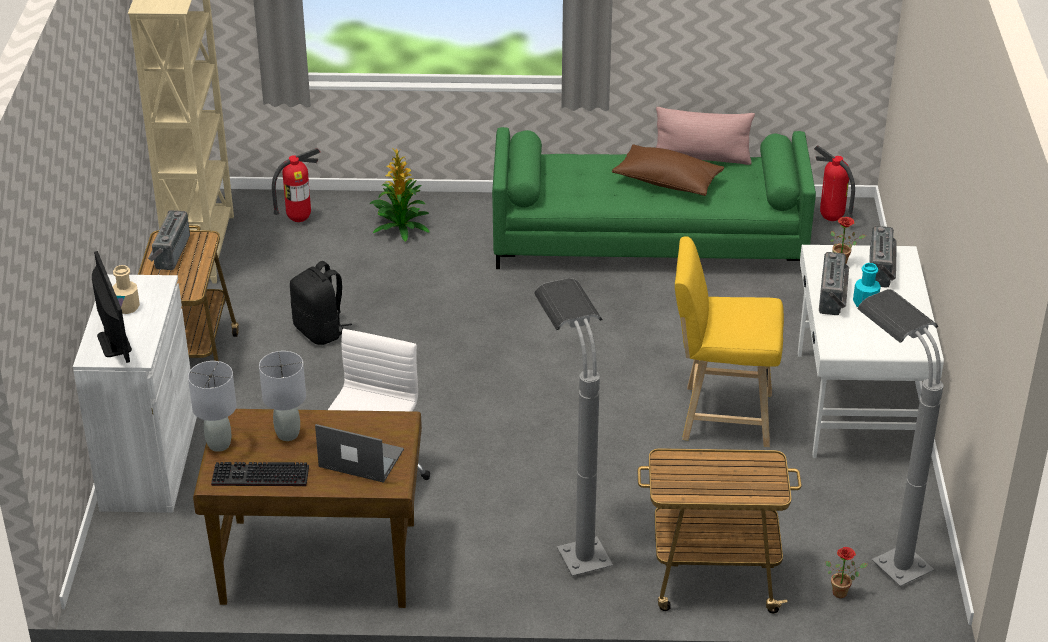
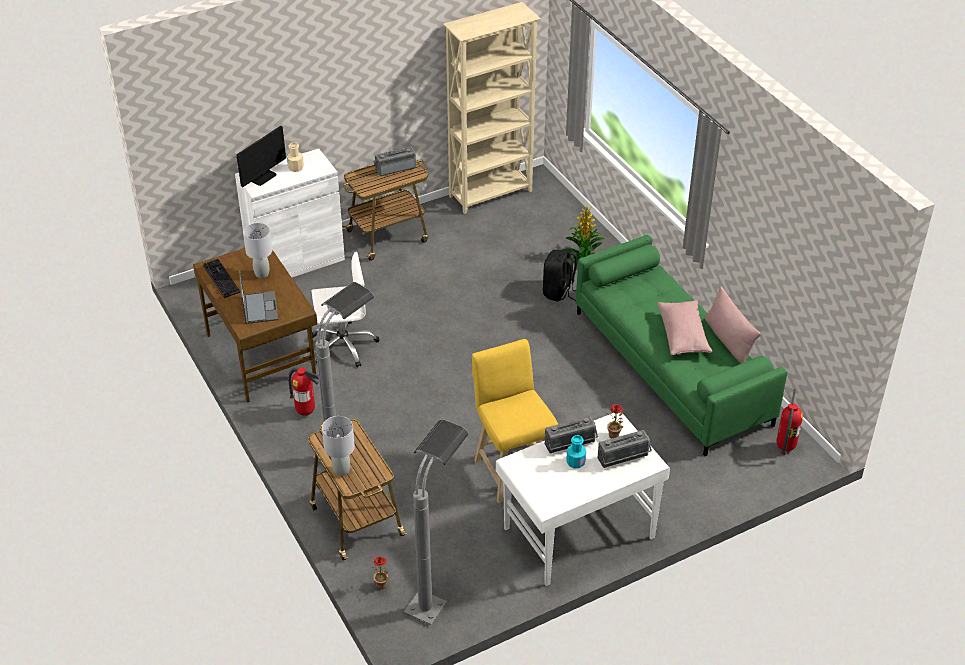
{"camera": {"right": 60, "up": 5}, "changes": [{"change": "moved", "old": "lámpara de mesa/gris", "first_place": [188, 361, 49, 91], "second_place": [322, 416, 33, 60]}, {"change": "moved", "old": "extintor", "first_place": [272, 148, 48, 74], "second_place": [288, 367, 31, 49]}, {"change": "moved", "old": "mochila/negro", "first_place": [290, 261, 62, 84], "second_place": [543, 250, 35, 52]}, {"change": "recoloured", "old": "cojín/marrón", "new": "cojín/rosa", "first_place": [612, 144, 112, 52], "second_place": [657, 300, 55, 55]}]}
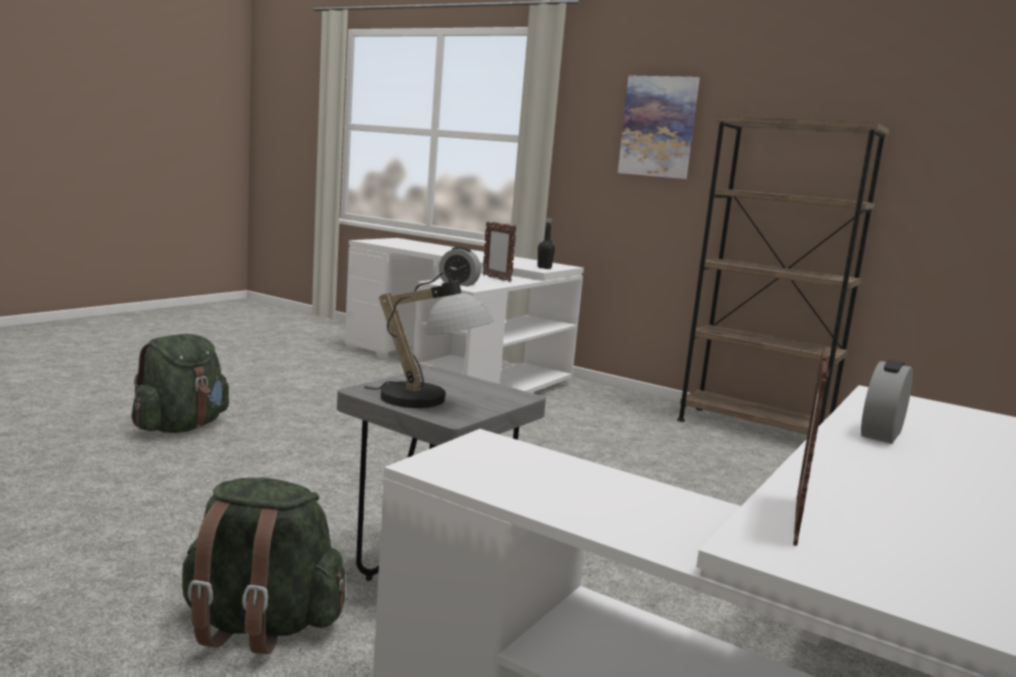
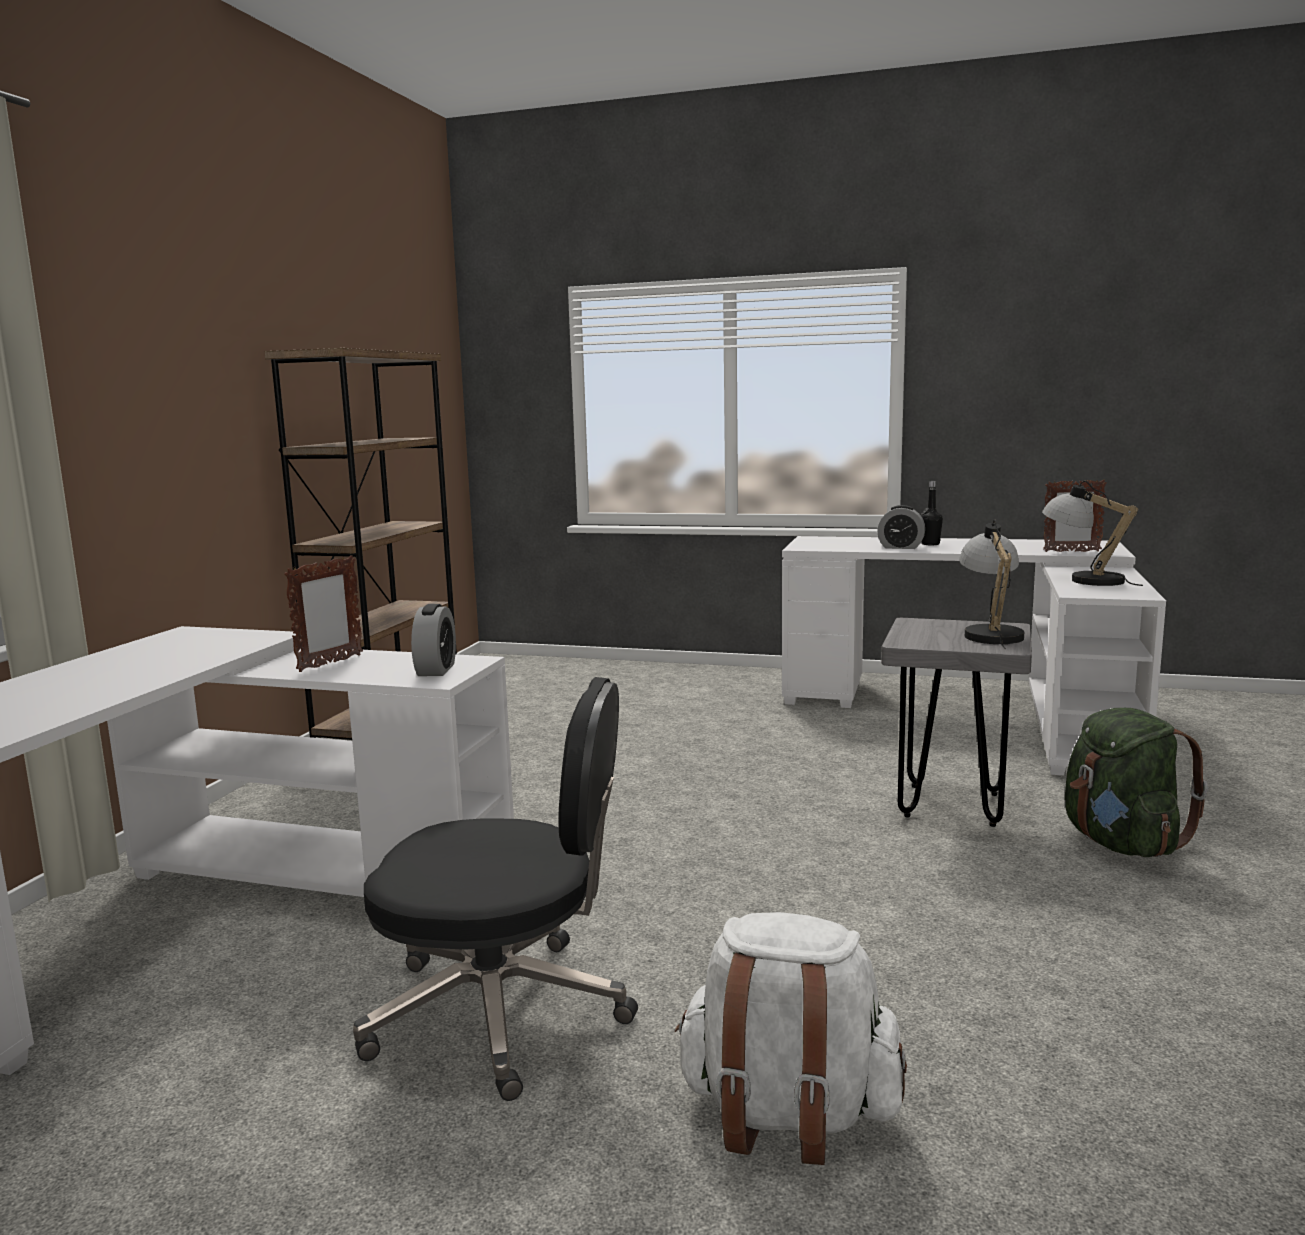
{"camera": {"right": -105, "up": 0}, "changes": [{"change": "removed", "old": "cuadro", "first_place": [618, 75, 82, 104]}, {"change": "added", "new": "silla de oficina/negro", "second_place": [353, 677, 285, 424]}, {"change": "added", "new": "lámpara de mesa", "second_place": [1042, 481, 101, 105]}, {"change": "moved", "old": "botella/negro", "first_place": [538, 218, 17, 51], "second_place": [921, 481, 22, 64]}, {"change": "recoloured", "old": "mochila/verde", "new": "mochila/blanco", "first_place": [131, 334, 98, 99], "second_place": [675, 912, 232, 253]}]}
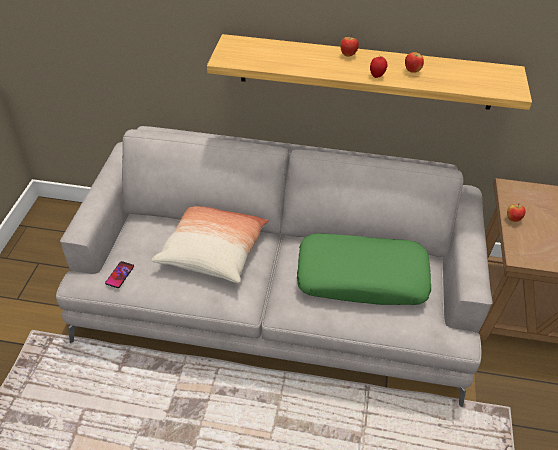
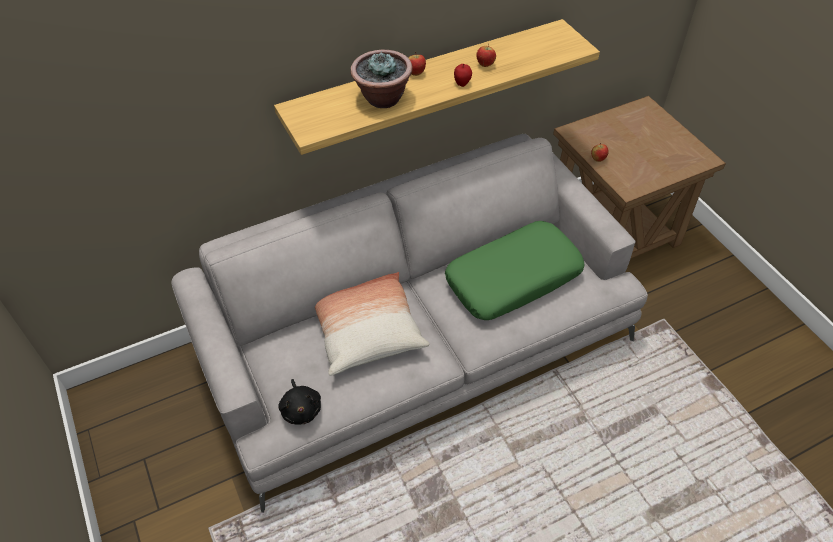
{"camera": {"right": -35, "up": 5}, "changes": [{"change": "added", "new": "planta en maceta", "second_place": [351, 50, 62, 58]}, {"change": "replaced", "old": "móvil", "new": "peluche/negro", "first_place": [105, 261, 29, 27], "second_place": [278, 379, 43, 46]}]}
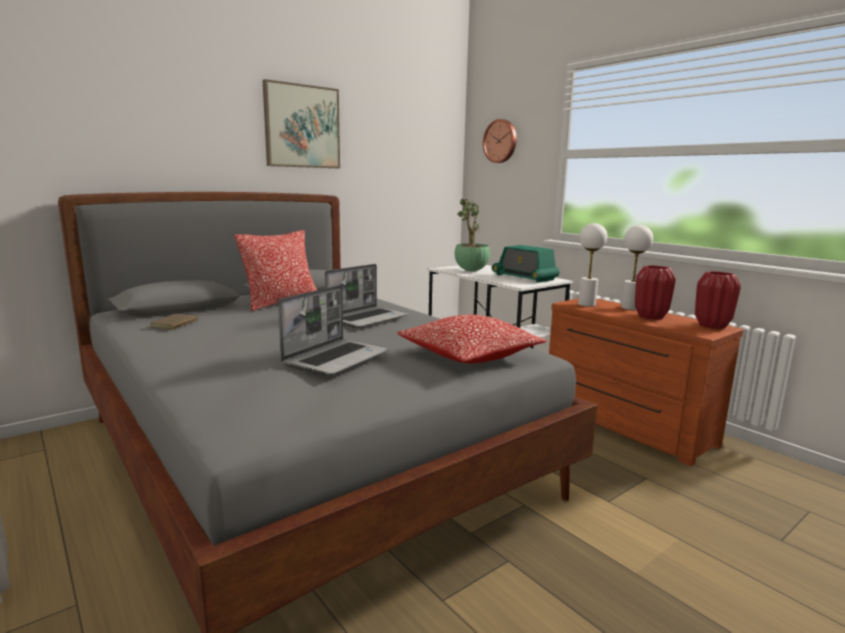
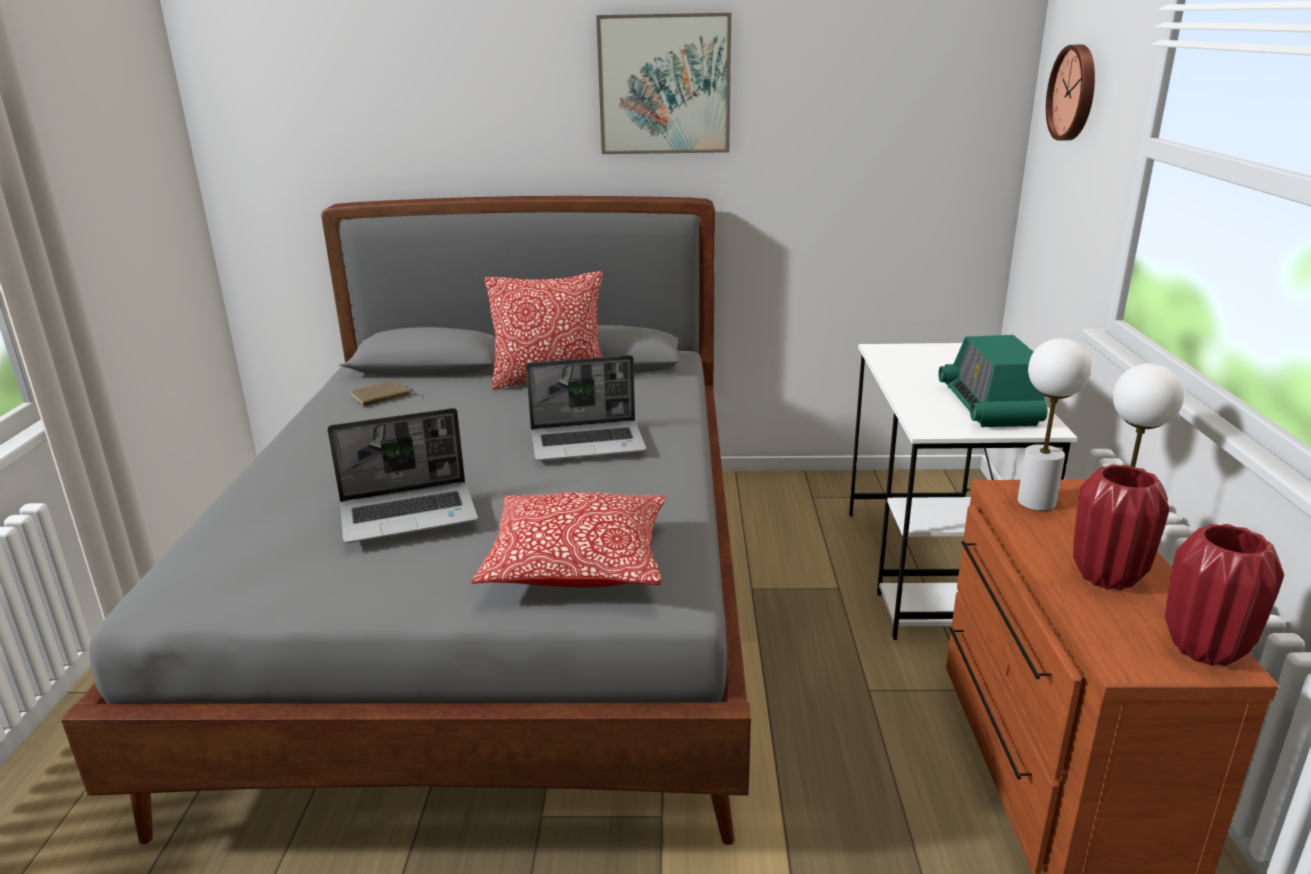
{"camera": {"right": 40, "up": 10}, "changes": [{"change": "removed", "old": "planta en maceta", "first_place": [455, 199, 35, 72]}]}
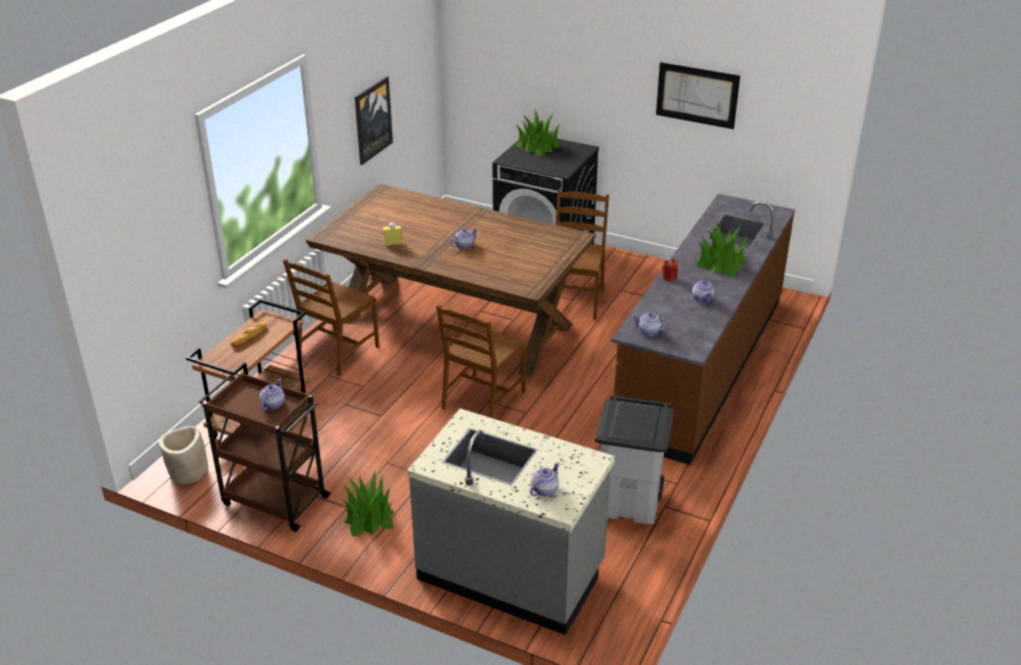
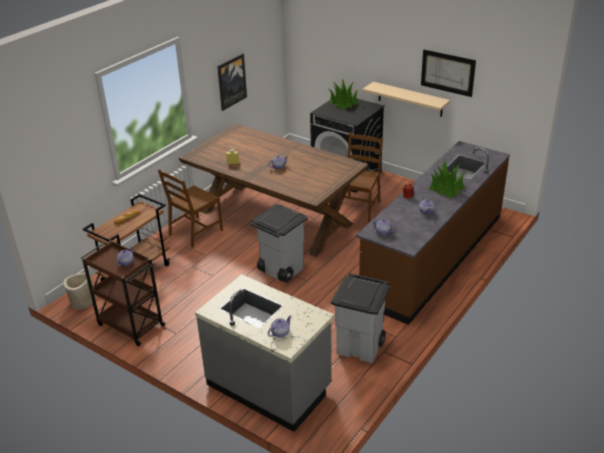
{"camera": {"right": 10, "up": 0}, "changes": [{"change": "removed", "old": "planta en maceta", "first_place": [343, 469, 51, 68]}, {"change": "added", "new": "estante/beis", "second_place": [363, 82, 87, 35]}, {"change": "replaced", "old": "silla/marrón", "new": "papelera/gris", "first_place": [436, 305, 90, 113], "second_place": [250, 204, 58, 79]}]}
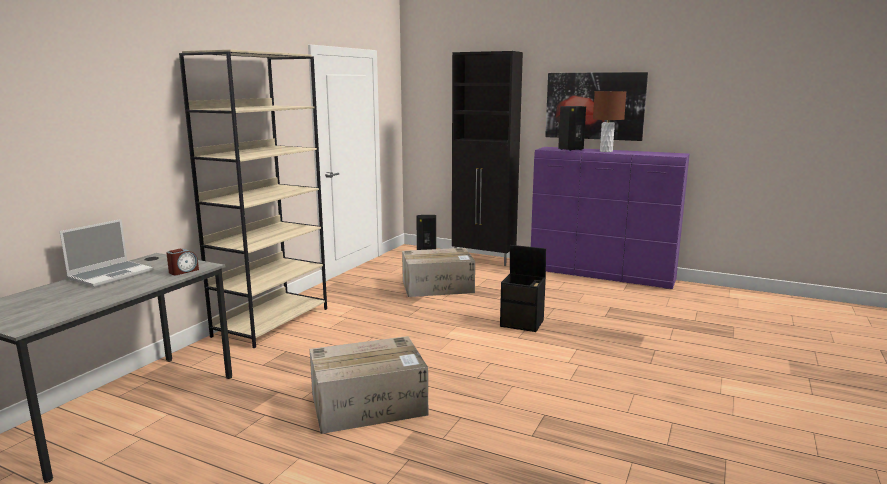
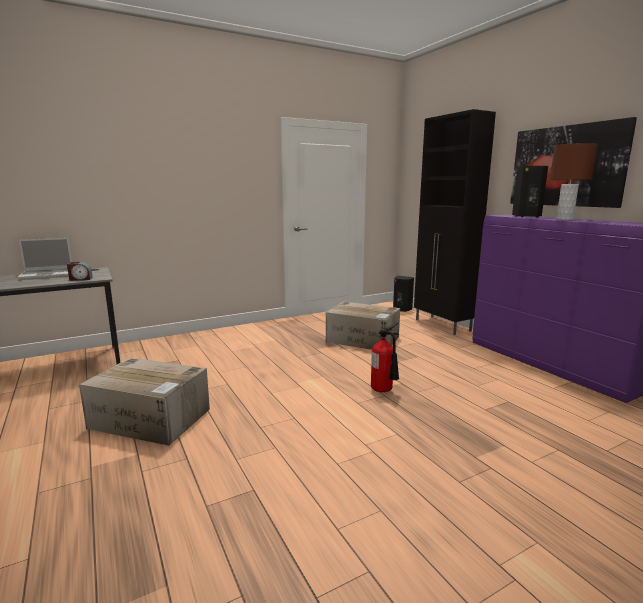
{"camera": {"right": 35, "up": 0}, "changes": [{"change": "removed", "old": "estantería/beis", "first_place": [179, 49, 148, 299]}, {"change": "replaced", "old": "caja de almacenaje/negro", "new": "extintor", "first_place": [500, 245, 46, 87], "second_place": [371, 322, 28, 70]}]}
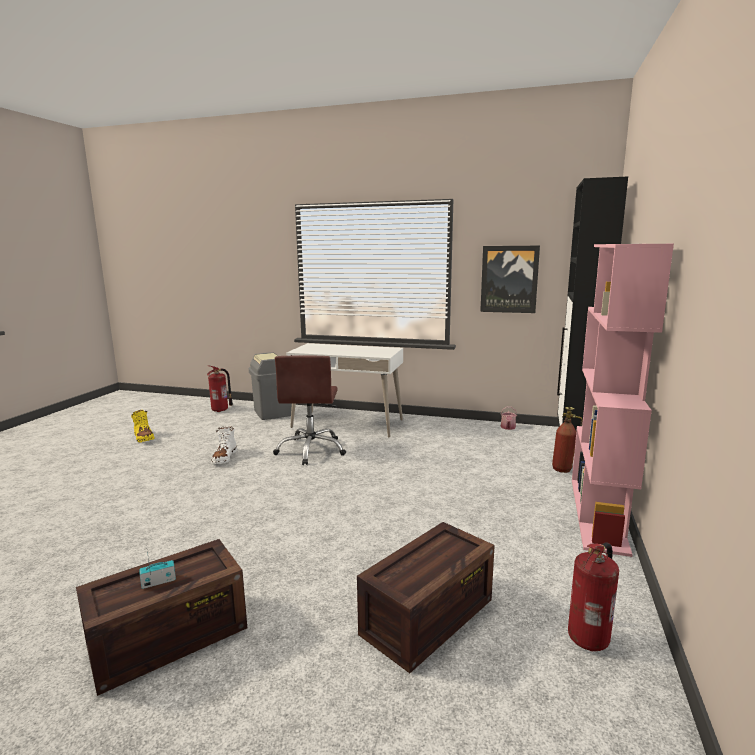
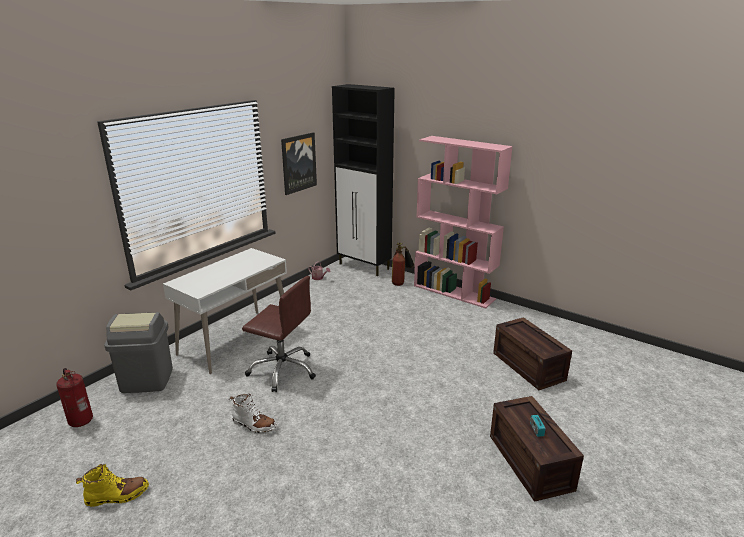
{"camera": {"right": -70, "up": 10}, "changes": [{"change": "removed", "old": "extintor", "first_place": [568, 542, 51, 110]}]}
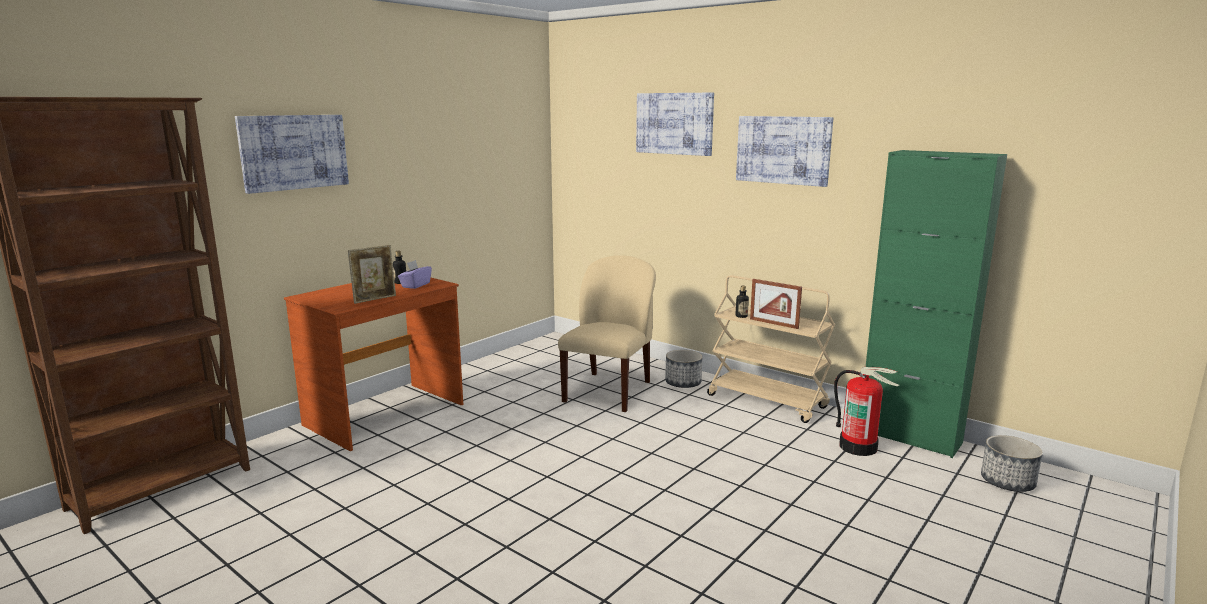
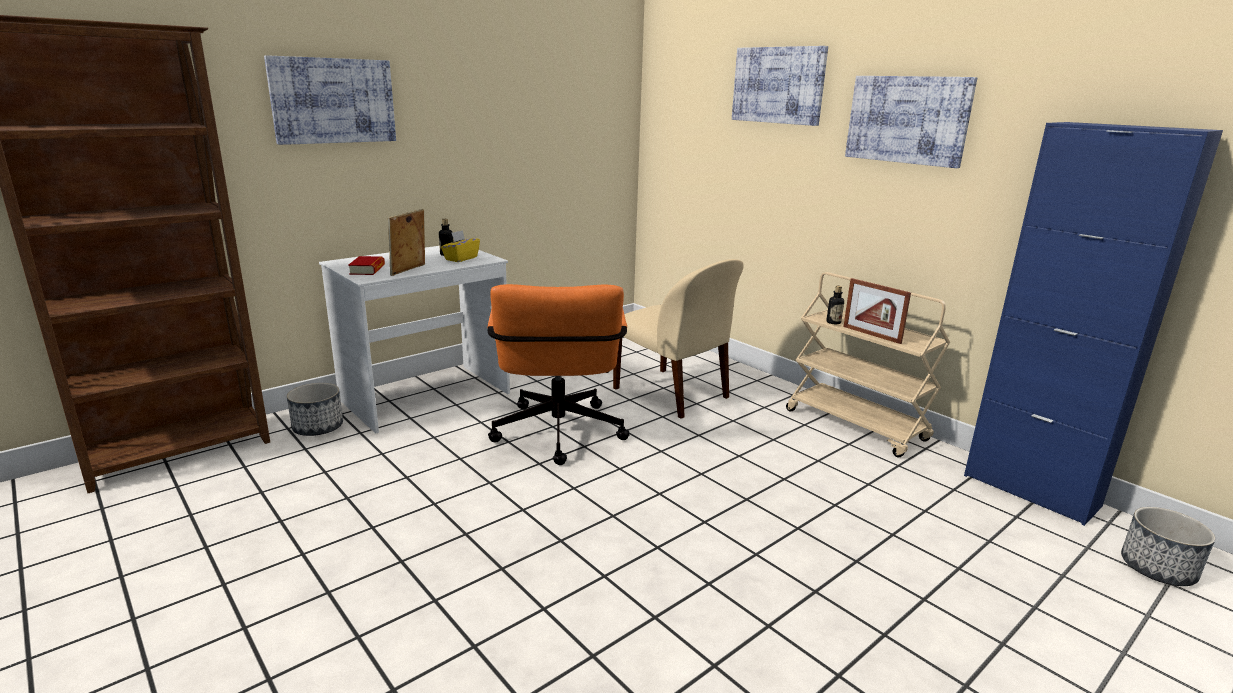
{"camera": {"right": 10, "up": 5}, "changes": [{"change": "removed", "old": "extintor", "first_place": [834, 367, 65, 89]}, {"change": "added", "new": "libro", "second_place": [348, 256, 37, 19]}, {"change": "added", "new": "silla de oficina/naranja", "second_place": [487, 284, 143, 181]}, {"change": "moved", "old": "maceta", "first_place": [665, 350, 37, 38], "second_place": [287, 383, 56, 53]}, {"change": "recoloured", "old": "escritorio/marrón", "new": "escritorio/blanco", "first_place": [284, 278, 179, 173], "second_place": [319, 246, 191, 187]}, {"change": "recoloured", "old": "caja de pañuelos/morado", "new": "caja de pañuelos/amarillo", "first_place": [398, 260, 34, 29], "second_place": [441, 230, 39, 32]}, {"change": "recoloured", "old": "armario/verde", "new": "armario/azul", "first_place": [866, 150, 141, 308], "second_place": [964, 122, 259, 404]}, {"change": "turned", "old": "portarretratos", "first_place": [348, 245, 48, 59], "second_place": [388, 209, 37, 67], "degrees": 150}, {"change": "turned", "old": "silla/beis", "first_place": [558, 255, 98, 157], "second_place": [613, 259, 131, 160], "degrees": 105}]}
